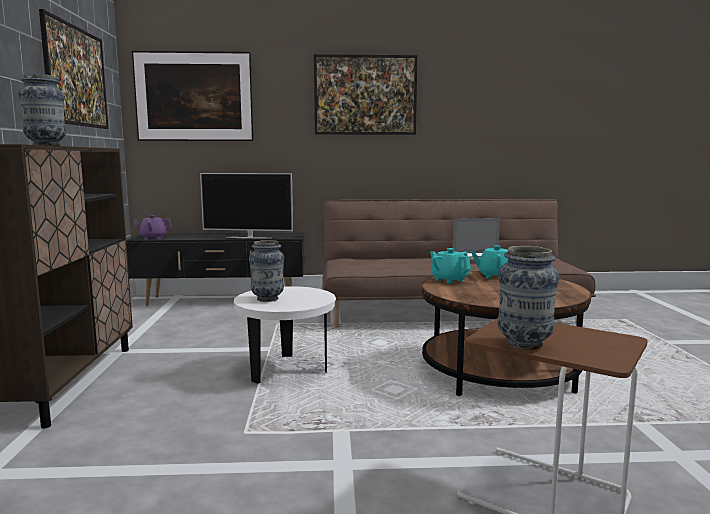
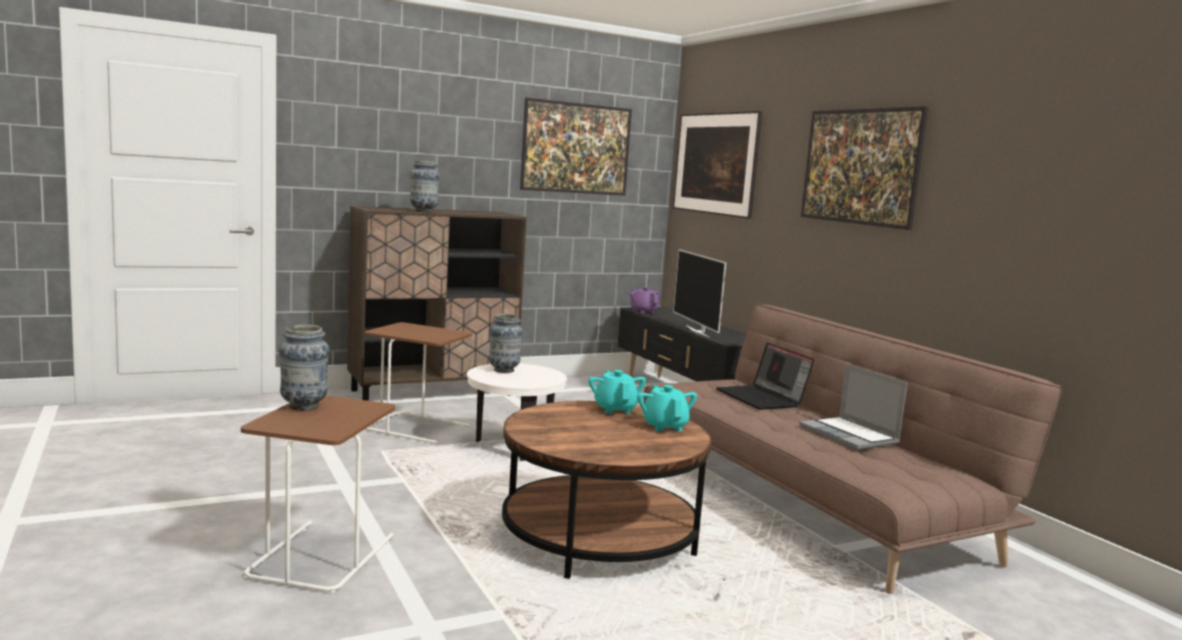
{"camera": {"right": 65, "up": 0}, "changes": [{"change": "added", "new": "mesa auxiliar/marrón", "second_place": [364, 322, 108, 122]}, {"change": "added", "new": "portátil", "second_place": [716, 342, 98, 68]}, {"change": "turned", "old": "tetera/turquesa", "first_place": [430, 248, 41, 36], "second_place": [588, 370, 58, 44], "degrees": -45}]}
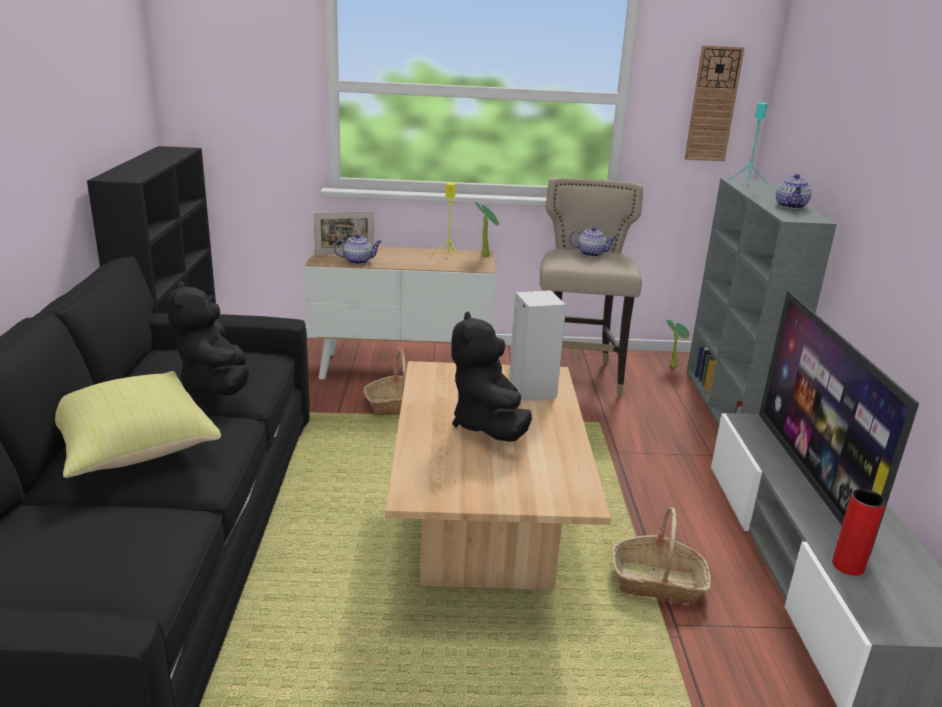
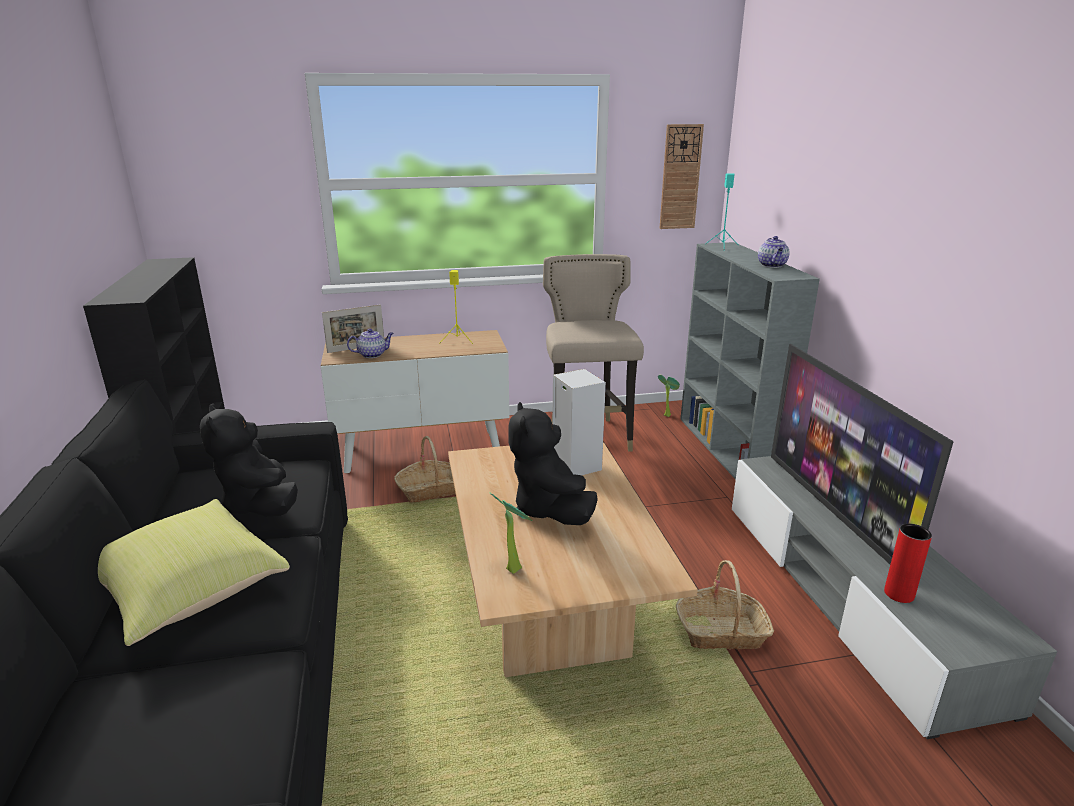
{"camera": {"right": -10, "up": 0}, "changes": [{"change": "removed", "old": "tetera", "first_place": [569, 227, 48, 30]}, {"change": "moved", "old": "planta en maceta", "first_place": [475, 201, 24, 55], "second_place": [489, 492, 44, 82]}]}
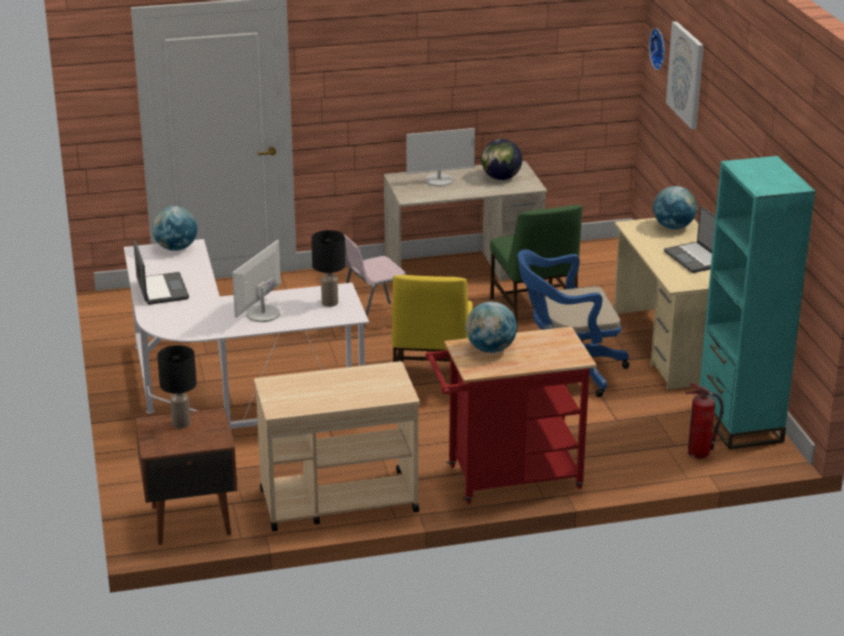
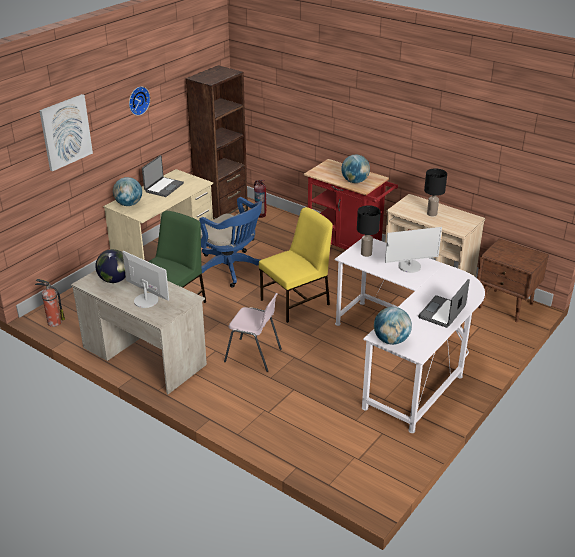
{"camera": {"right": -130, "up": 5}, "changes": [{"change": "added", "new": "extintor", "second_place": [35, 279, 30, 48]}, {"change": "moved", "old": "lámpara de mesa/negro", "first_place": [157, 345, 40, 84], "second_place": [424, 169, 23, 48]}, {"change": "moved", "old": "reloj de pared", "first_place": [649, 28, 16, 42], "second_place": [129, 86, 21, 30]}, {"change": "recoloured", "old": "estantería/turquesa", "new": "estantería/marrón", "first_place": [698, 156, 118, 293], "second_place": [186, 65, 62, 154]}]}
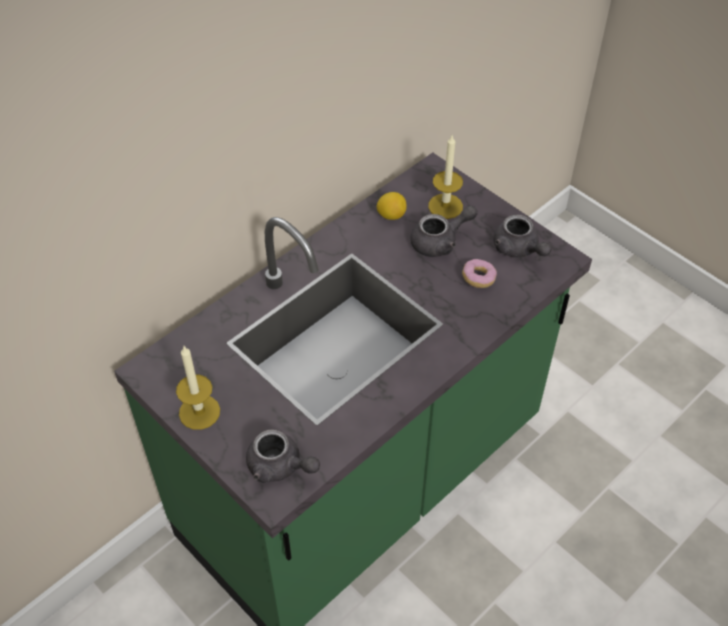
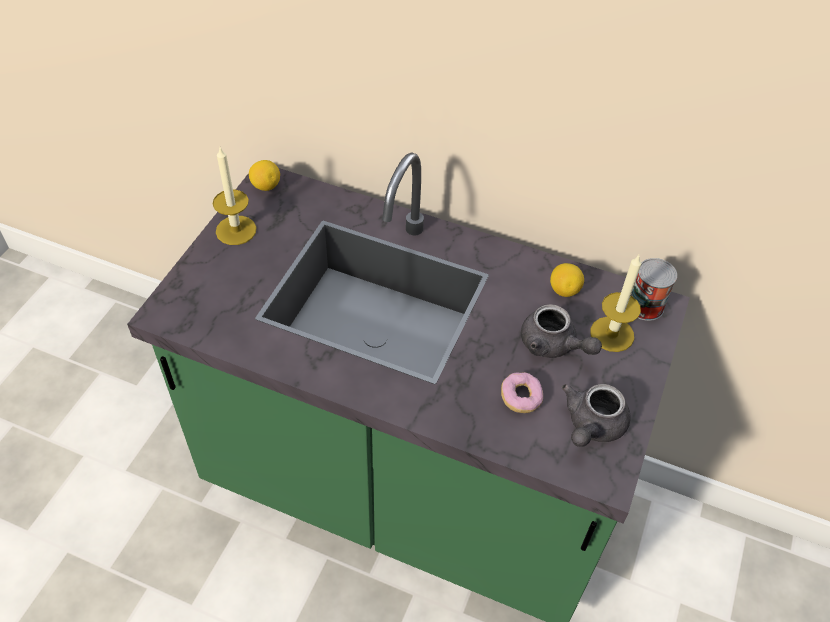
{"camera": {"right": 65, "up": 0}, "changes": [{"change": "removed", "old": "tetera/gris", "first_place": [246, 429, 74, 54]}, {"change": "added", "new": "limón", "second_place": [249, 160, 31, 31]}, {"change": "added", "new": "lata", "second_place": [631, 258, 46, 63]}]}
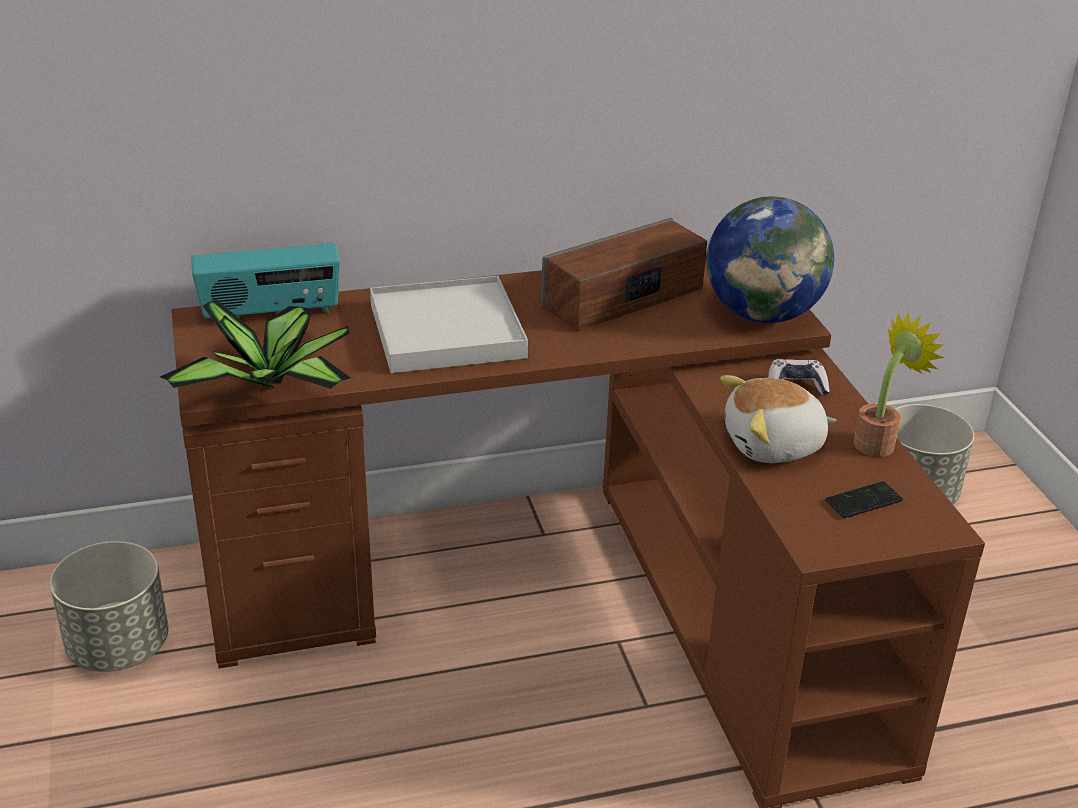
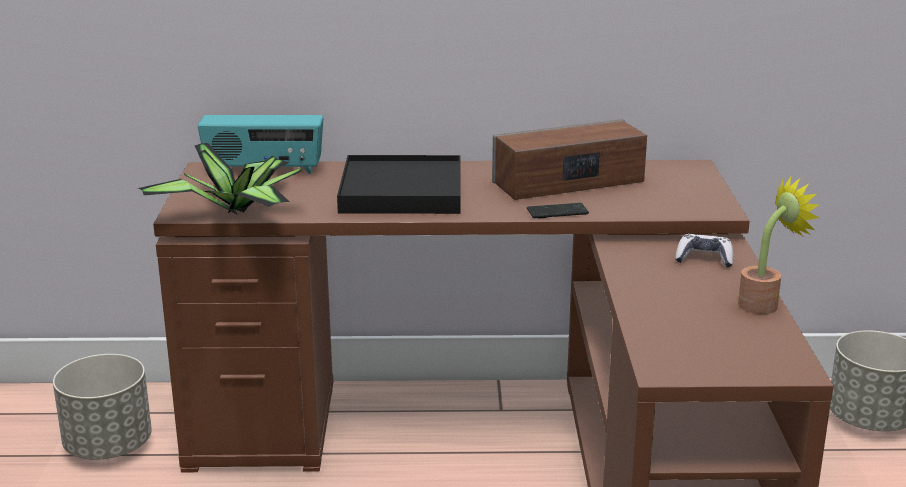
{"camera": {"right": 15, "up": -10}, "changes": [{"change": "removed", "old": "globo terráqueo", "first_place": [707, 197, 127, 126]}, {"change": "removed", "old": "peluche", "first_place": [720, 375, 117, 88]}, {"change": "moved", "old": "móvil", "first_place": [825, 481, 78, 37], "second_place": [527, 203, 62, 16]}, {"change": "recoloured", "old": "bandeja/blanco", "new": "bandeja/negro", "first_place": [370, 276, 158, 97], "second_place": [337, 155, 123, 59]}]}
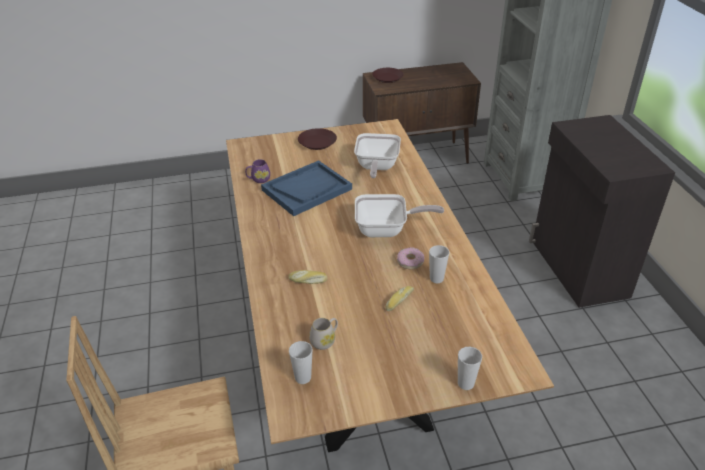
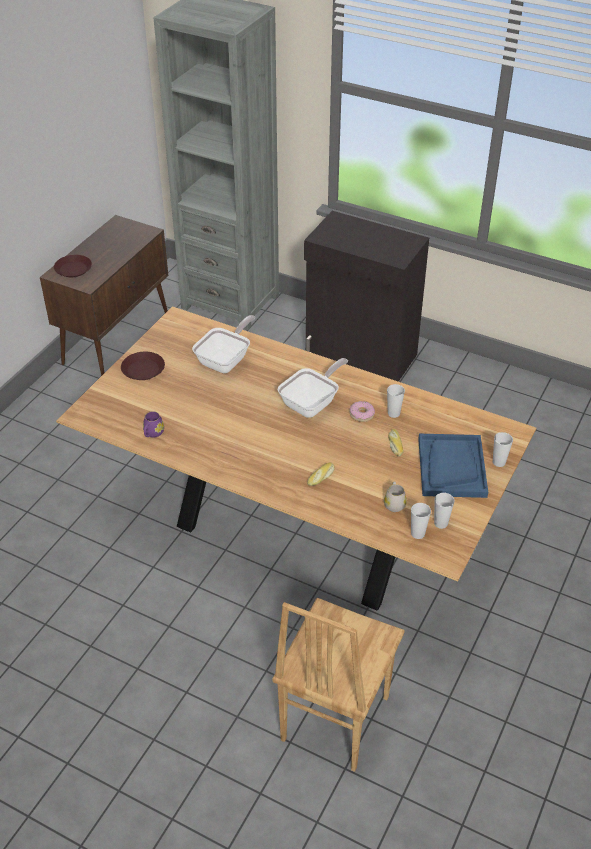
{"camera": {"right": -50, "up": 5}, "changes": [{"change": "added", "new": "taza", "second_place": [434, 493, 21, 36]}, {"change": "moved", "old": "bandeja/azul", "first_place": [261, 160, 91, 56], "second_place": [418, 434, 70, 64]}, {"change": "turned", "old": "sartén", "first_place": [354, 133, 47, 45], "second_place": [192, 315, 63, 58], "degrees": -105}]}
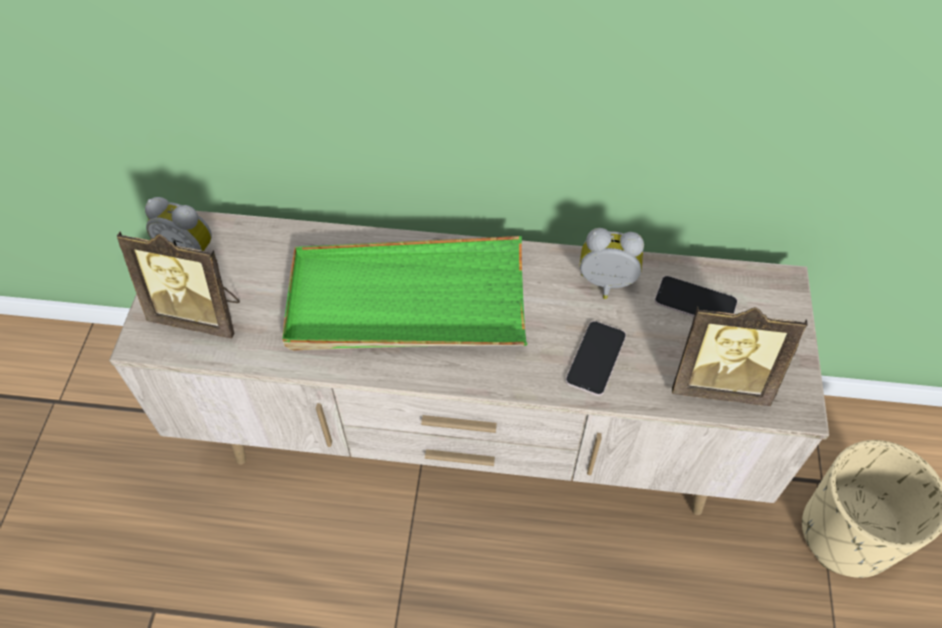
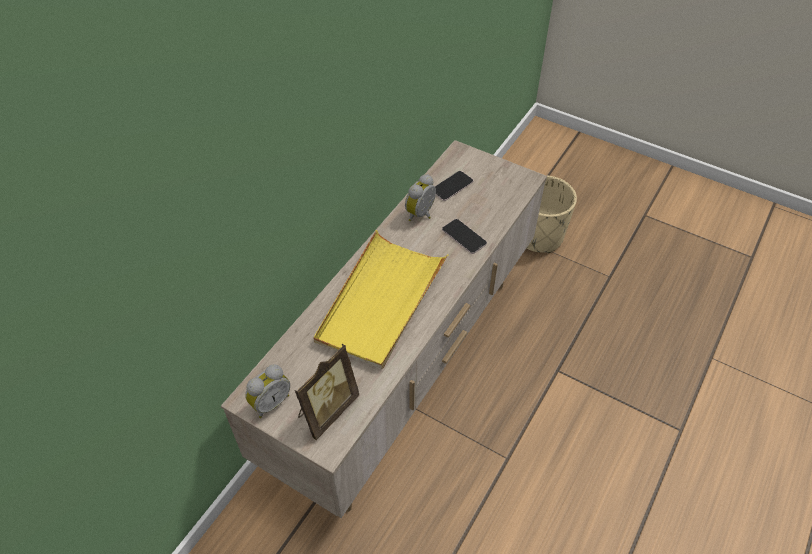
{"camera": {"right": -65, "up": -5}, "changes": [{"change": "removed", "old": "portarretratos", "first_place": [672, 306, 136, 100]}, {"change": "recoloured", "old": "bandeja/verde", "new": "bandeja/amarillo", "first_place": [282, 236, 245, 114], "second_place": [313, 230, 135, 139]}]}
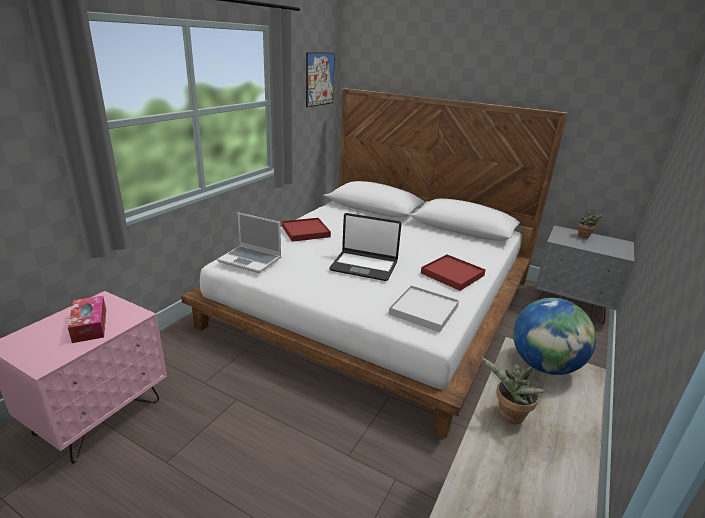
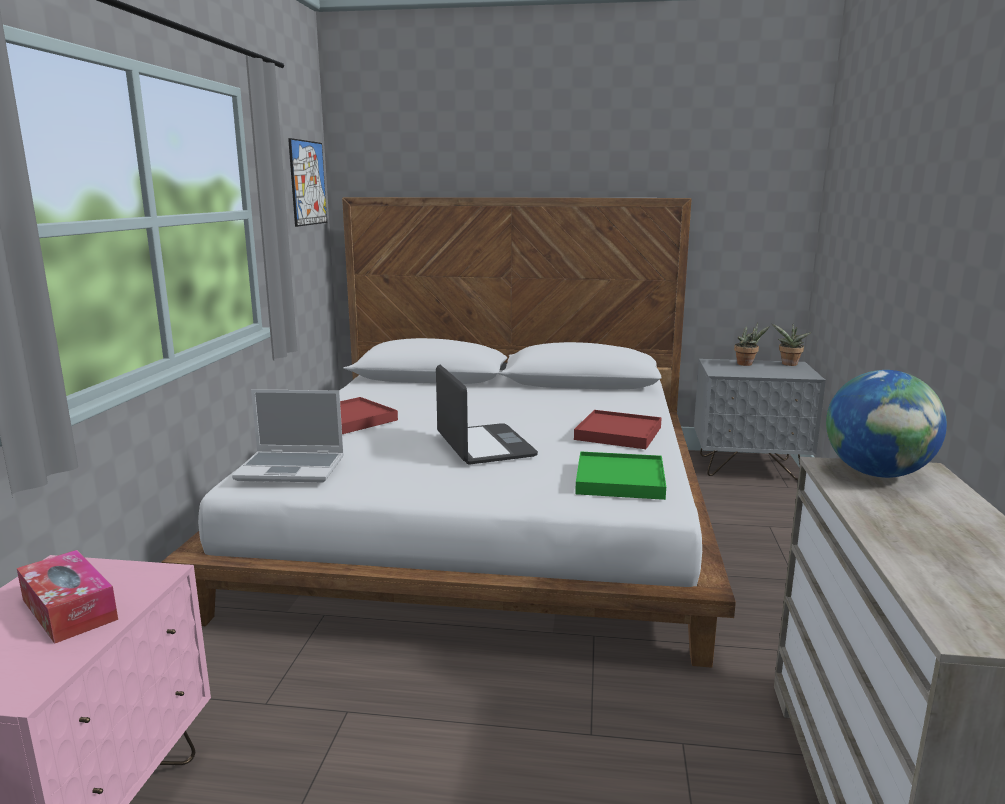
{"camera": {"right": -20, "up": -10}, "changes": [{"change": "moved", "old": "planta en maceta", "first_place": [479, 356, 68, 68], "second_place": [772, 324, 39, 42]}, {"change": "recoloured", "old": "bandeja/blanco", "new": "bandeja/verde", "first_place": [389, 285, 70, 47], "second_place": [575, 451, 91, 49]}, {"change": "turned", "old": "portátil", "first_place": [329, 213, 72, 68], "second_place": [436, 365, 102, 100], "degrees": -105}]}
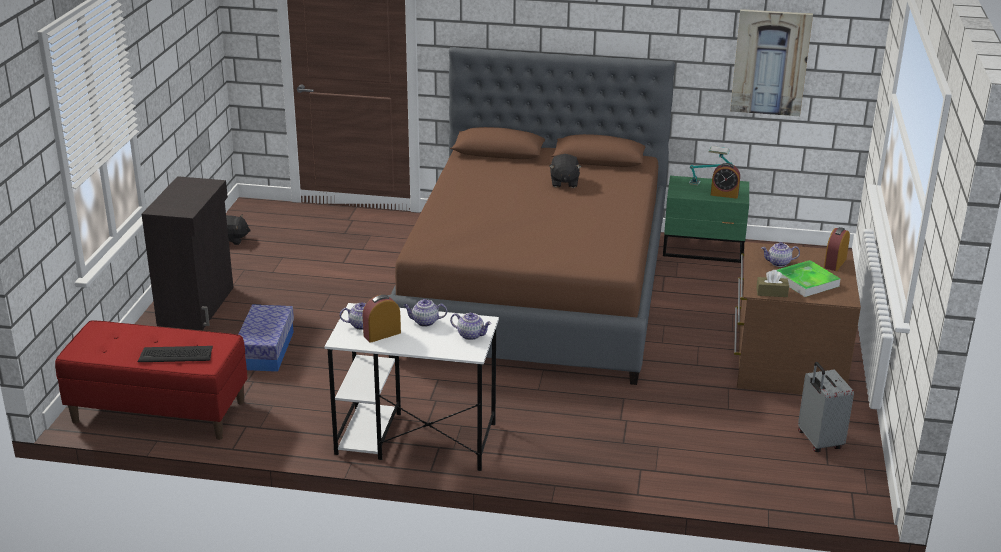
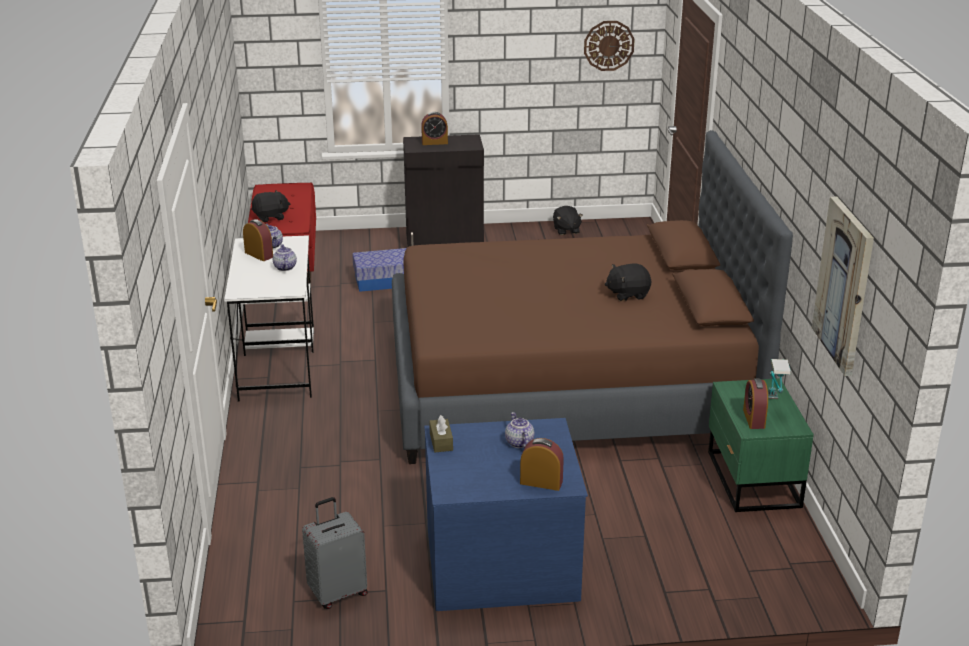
{"camera": {"right": 75, "up": 0}, "changes": [{"change": "removed", "old": "tetera", "first_place": [450, 312, 41, 28]}, {"change": "removed", "old": "bandeja", "first_place": [777, 260, 63, 37]}, {"change": "added", "new": "despertador", "second_place": [421, 112, 27, 33]}, {"change": "added", "new": "reloj de pared", "second_place": [584, 21, 51, 50]}, {"change": "replaced", "old": "teclado", "new": "peluche/negro", "first_place": [137, 346, 76, 16], "second_place": [251, 190, 40, 32]}, {"change": "recoloured", "old": "cómoda/marrón", "new": "cómoda/azul", "first_place": [734, 242, 127, 153], "second_place": [424, 418, 164, 193]}]}
